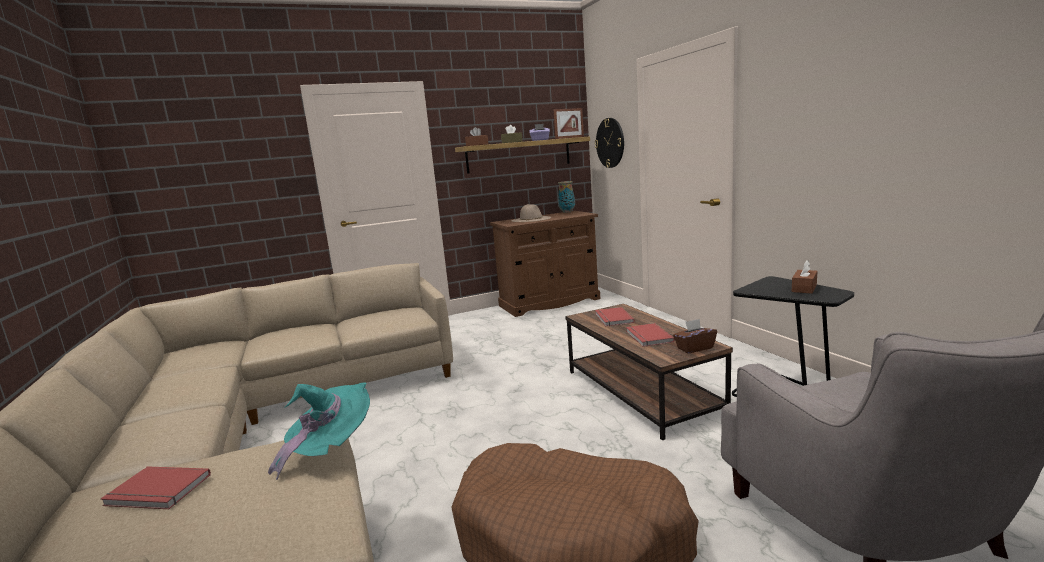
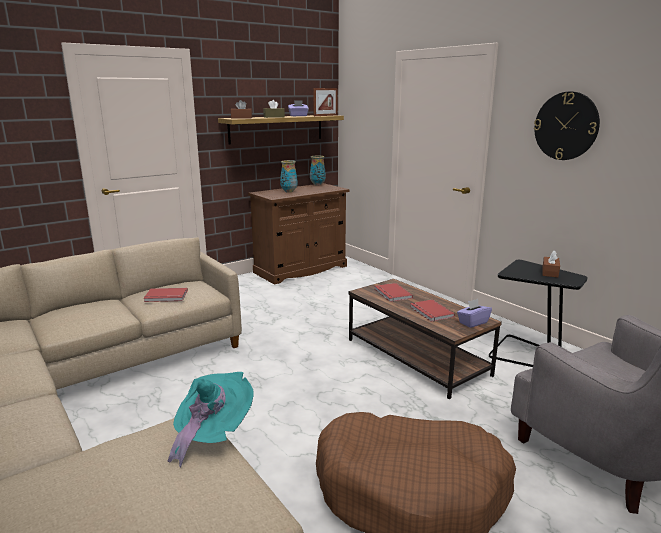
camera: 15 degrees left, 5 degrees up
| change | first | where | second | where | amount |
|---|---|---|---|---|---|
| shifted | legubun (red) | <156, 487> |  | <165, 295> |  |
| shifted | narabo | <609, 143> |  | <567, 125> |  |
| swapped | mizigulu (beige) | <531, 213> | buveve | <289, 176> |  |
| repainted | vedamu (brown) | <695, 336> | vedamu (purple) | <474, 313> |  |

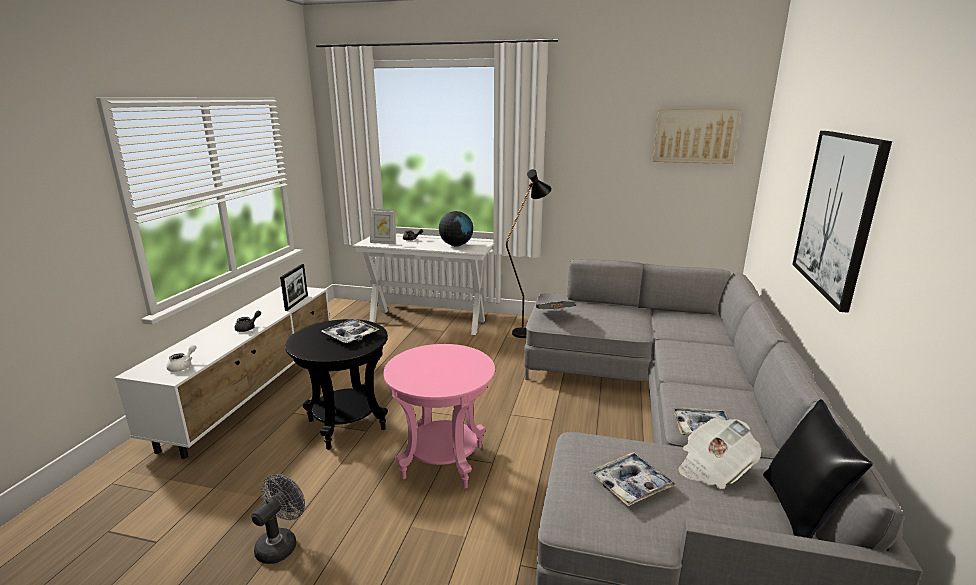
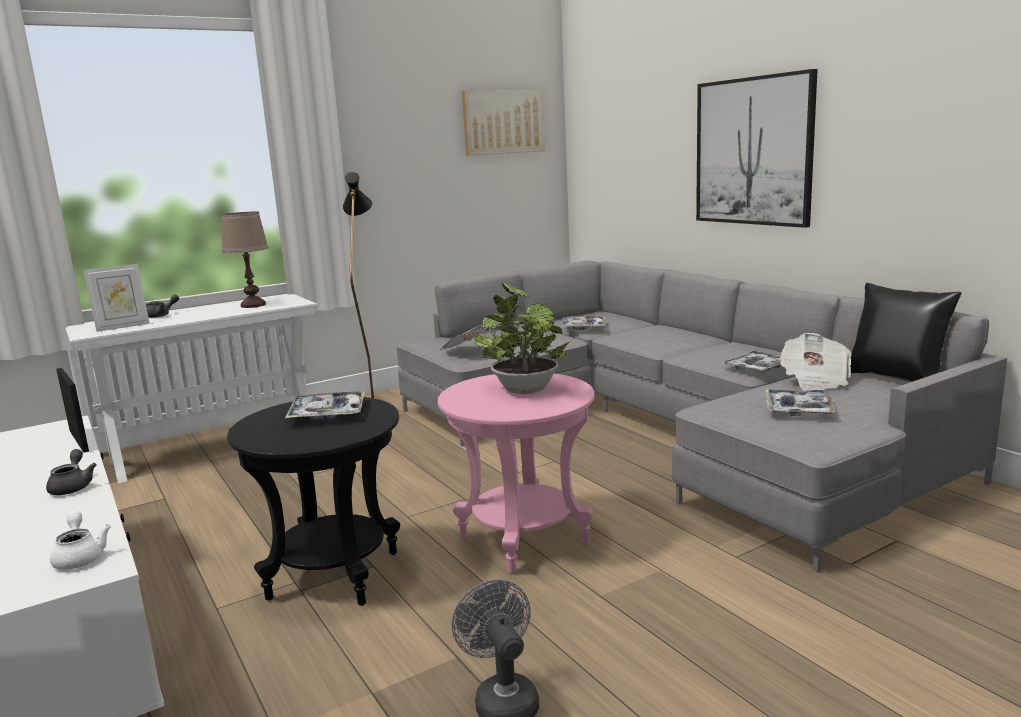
camera: 45 degrees left, 5 degrees down
| change | first | where | second | where | amount |
|---|---|---|---|---|---|
| new |  |  | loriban | <522, 338> |  |
| new |  |  | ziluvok | <583, 323> |  |
| swapped | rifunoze | <456, 228> | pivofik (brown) | <245, 259> |  |

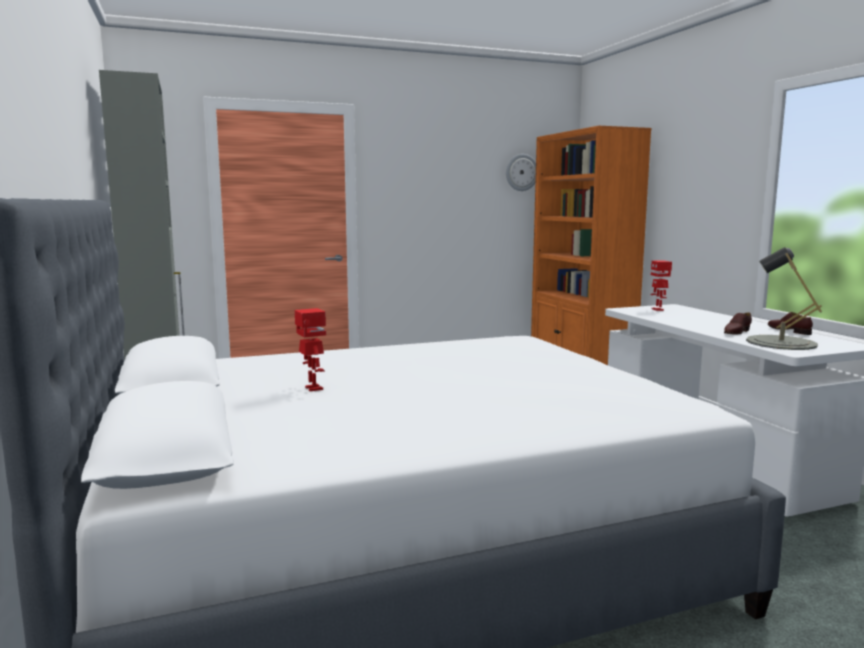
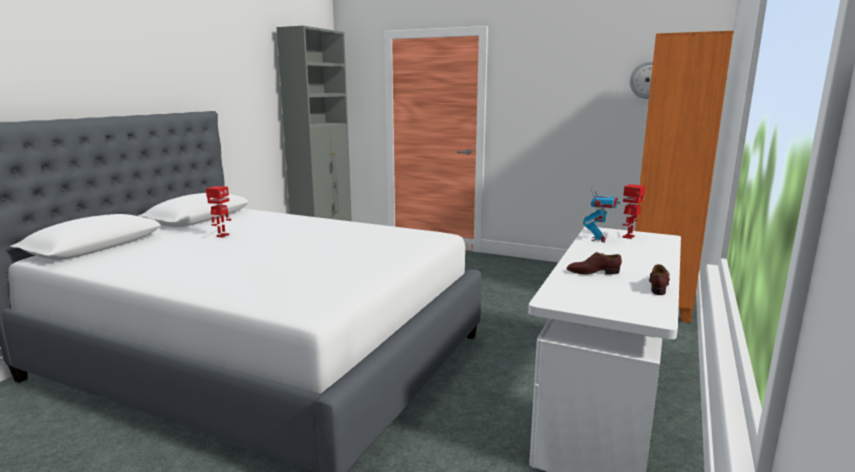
camera: 45 degrees right, 5 degrees up
| change | first | where | second | where | amount |
|---|---|---|---|---|---|
| gone | pivofik (grey) | <784, 298> |  |  |  |
| new |  |  | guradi | <601, 213> |  |

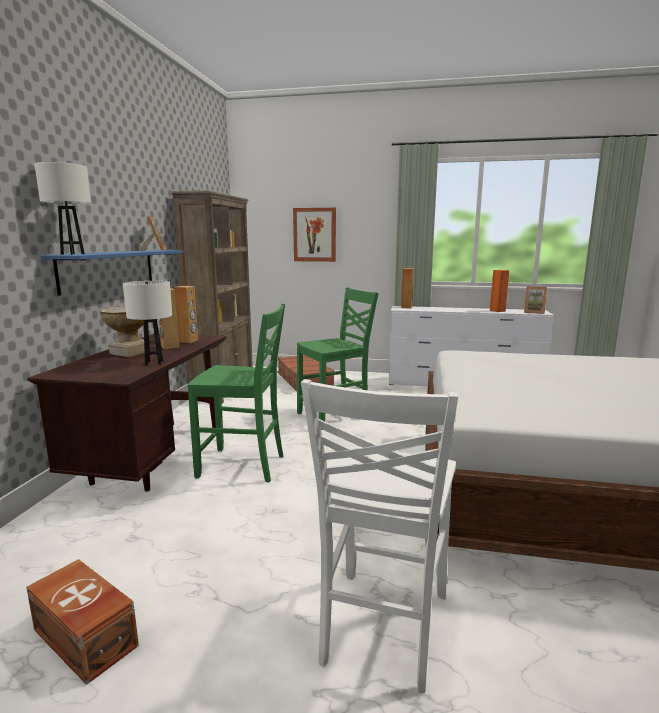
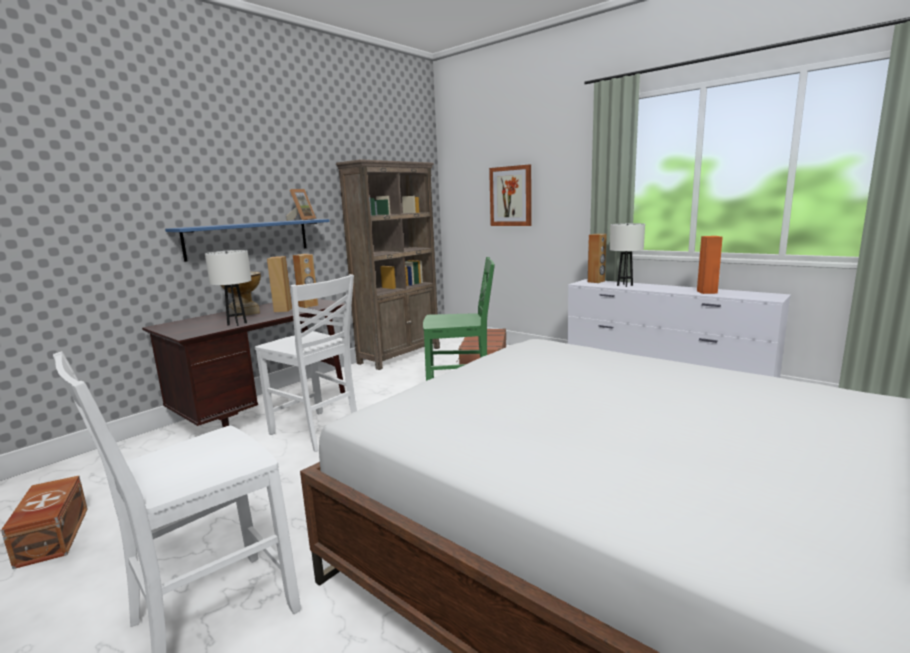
camera: 30 degrees right, 0 degrees up
| change | first | where | second | where | amount |
|---|---|---|---|---|---|
| gone | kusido | <535, 300> |  |  |  |
| shifted | pivofik (white) | <63, 208> |  | <627, 255> |  |
| repainted | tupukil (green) | <236, 393> | tupukil (white) | <306, 363> |  |

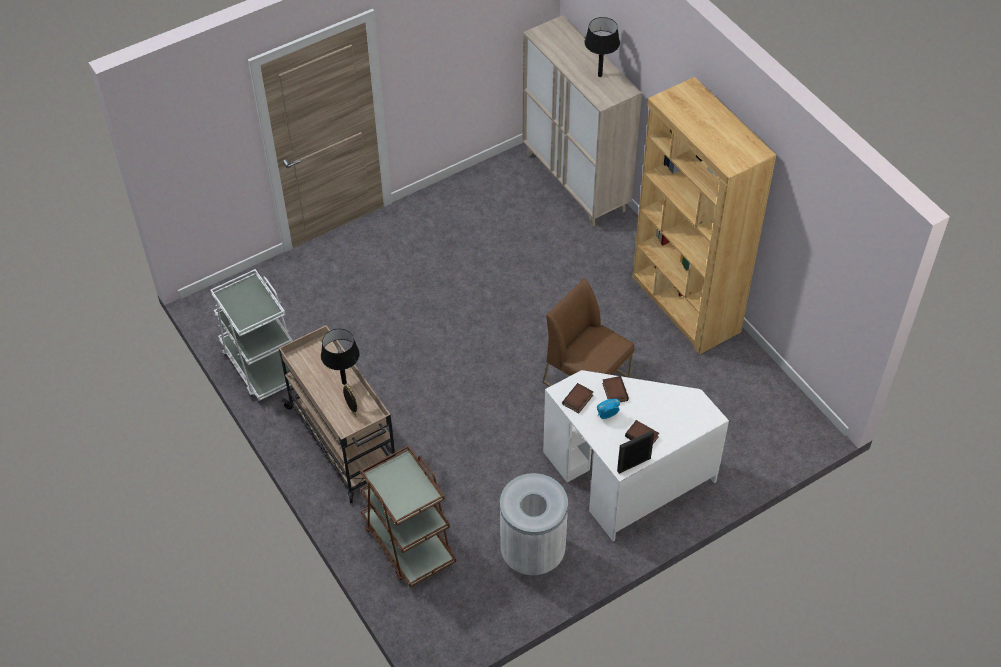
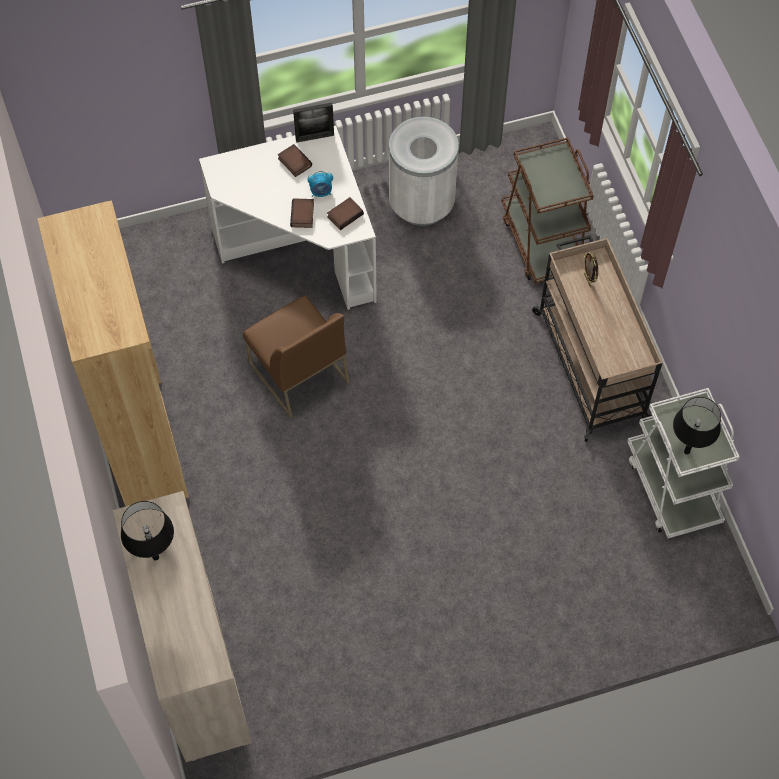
camera: 165 degrees left, 10 degrees up
| change | first | where | second | where | amount |
|---|---|---|---|---|---|
| shifted | pivofik (black) | <340, 357> |  | <697, 425> |  |

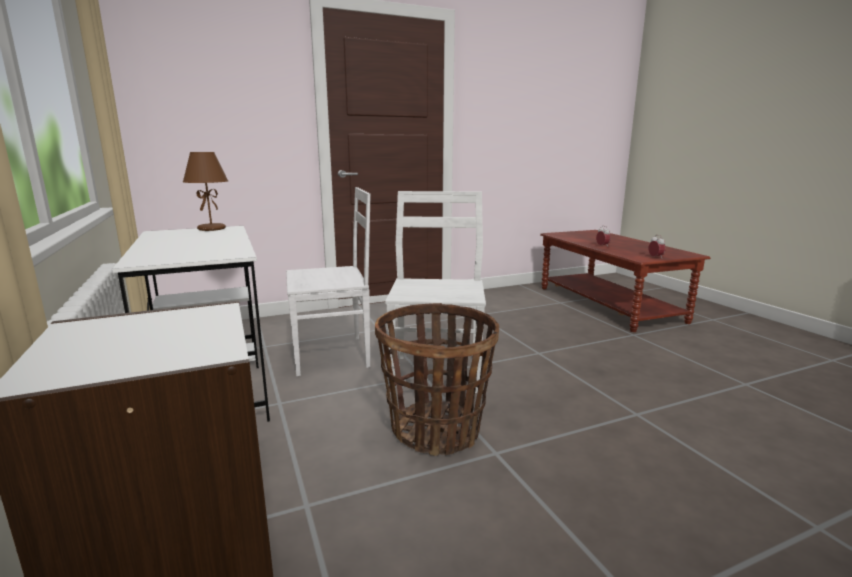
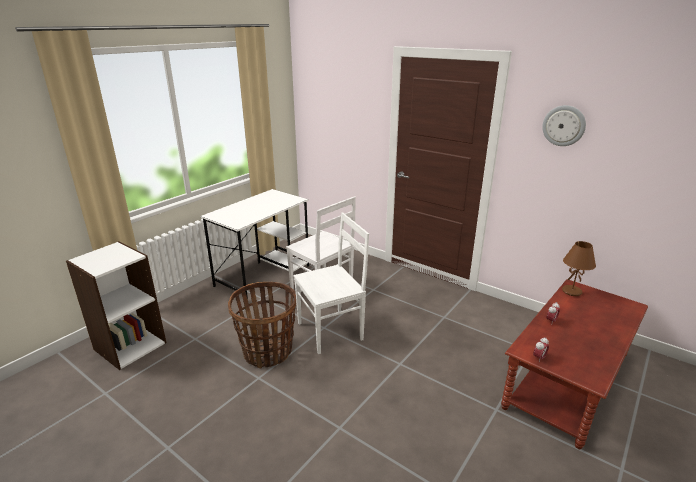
camera: 60 degrees right, 10 degrees up
| change | first | where | second | where | amount |
|---|---|---|---|---|---|
| new |  |  | narabo | <564, 125> |  |
| shifted | pivofik (brown) | <205, 191> |  | <579, 268> |  |

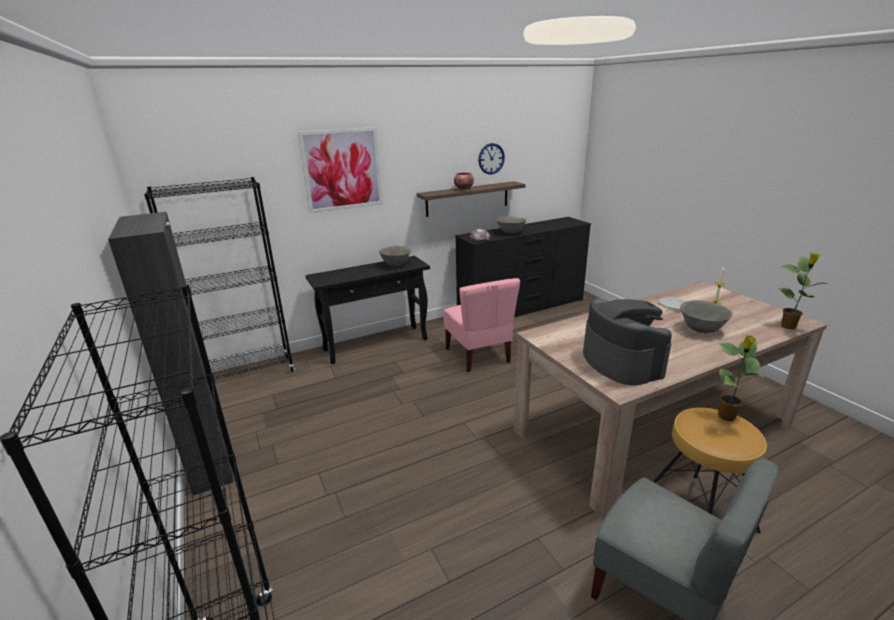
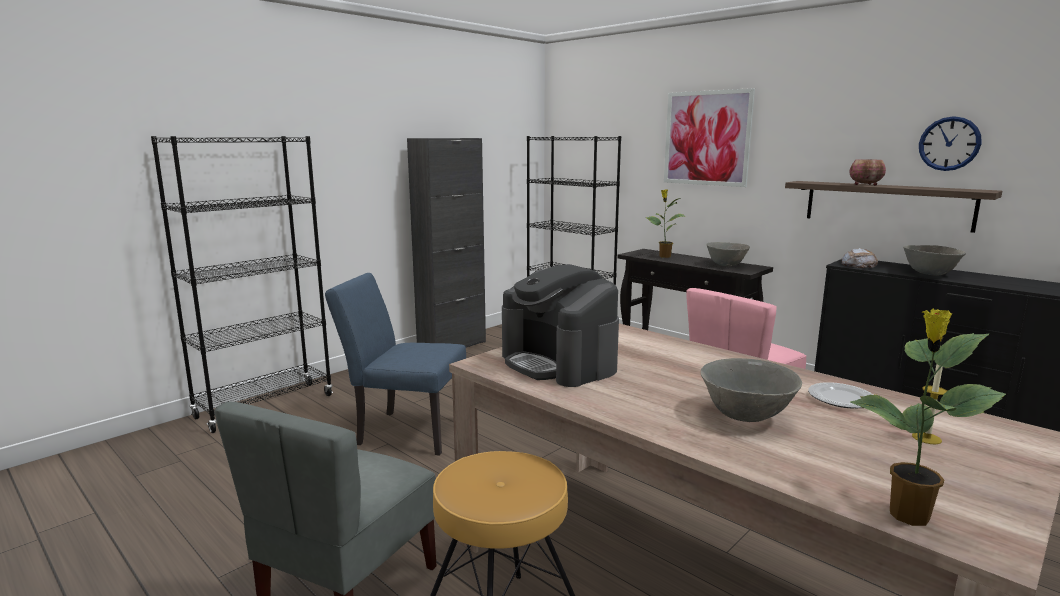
camera: 70 degrees right, 10 degrees down
| change | first | where | second | where | amount |
|---|---|---|---|---|---|
| new |  |  | tupukil (blue) | <395, 364> |  |
| shifted | loriban | <741, 378> |  | <664, 223> |  |
| rotated | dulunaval | <627, 341> |  | <560, 325> | 90 degrees clockwise |

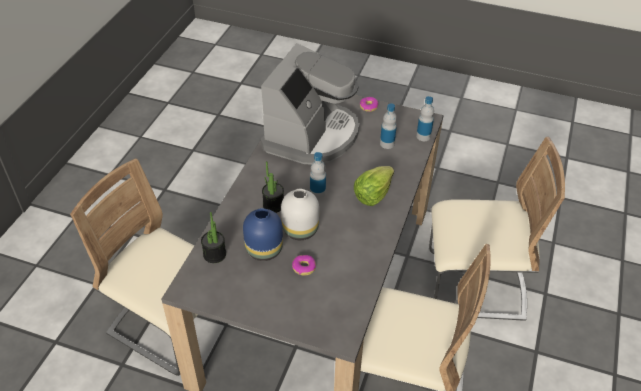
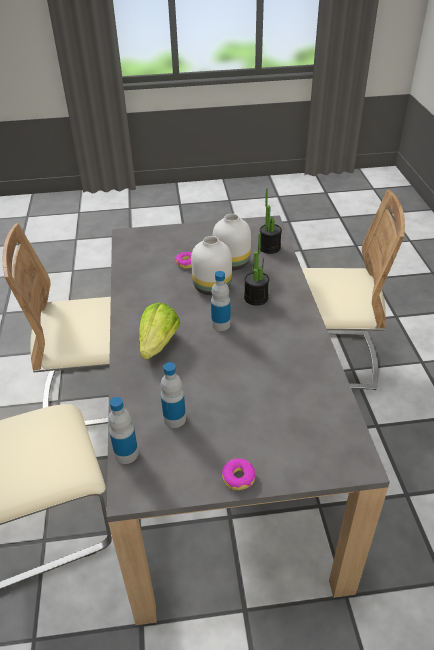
camera: 155 degrees right, 5 degrees down
| change | first | where | second | where | amount |
|---|---|---|---|---|---|
| gone | dulunaval | <310, 103> |  |  |  |
| repainted | buveve (blue) | <263, 234> | buveve (white) | <232, 242> |  |

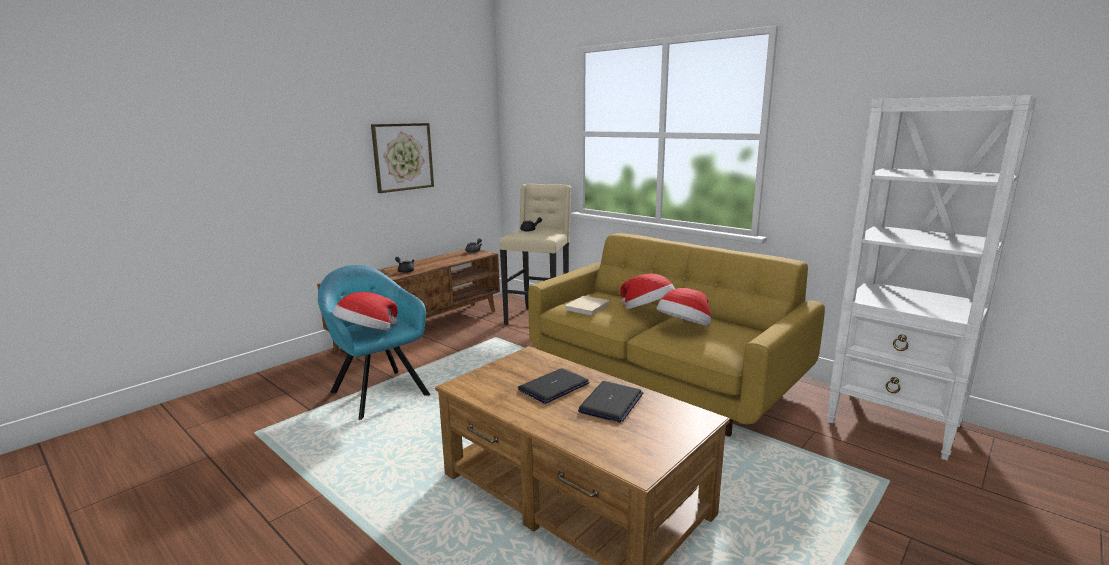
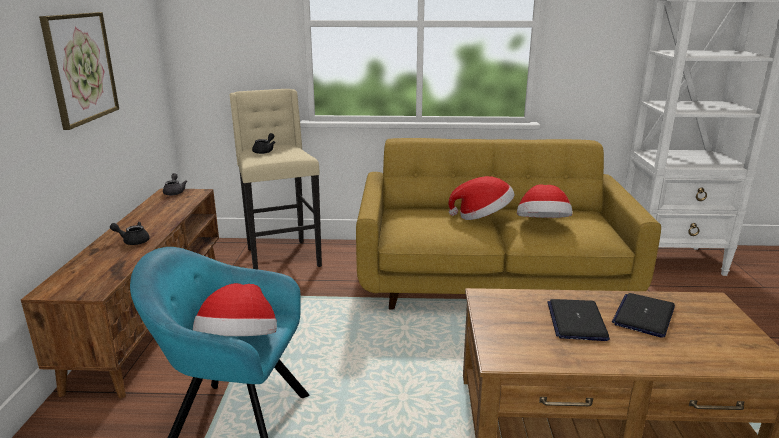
camera: 40 degrees left, 5 degrees up
| change | first | where | second | where | amount |
|---|---|---|---|---|---|
| gone | legubun (beige) | <587, 305> |  |  |  |
| rotated | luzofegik | <611, 402> |  | <643, 315> | 135 degrees counterclockwise |

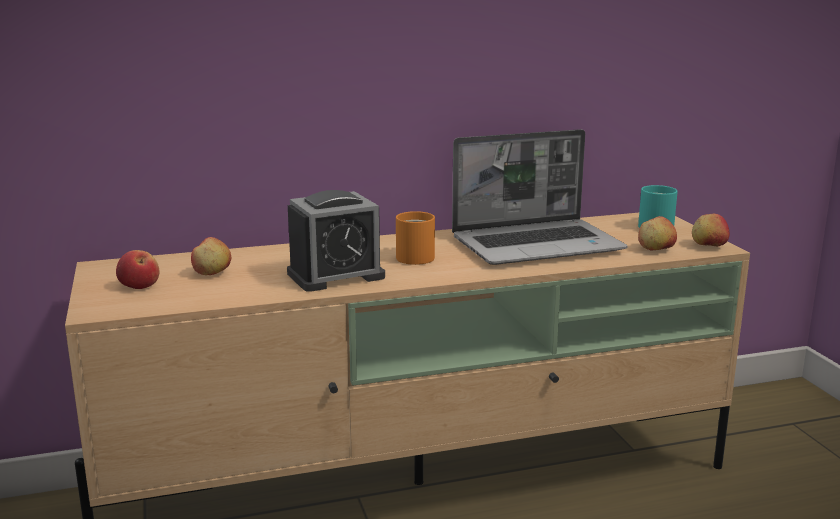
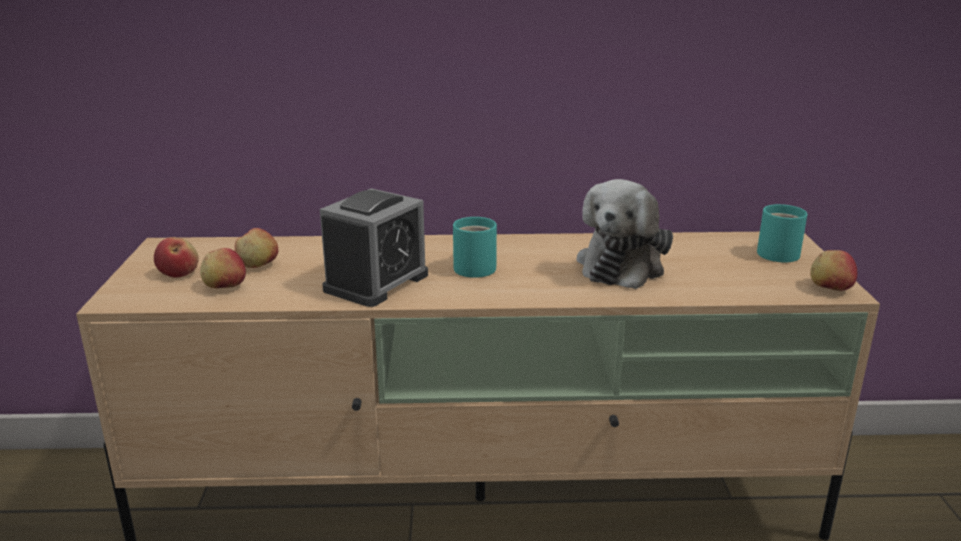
camera: 15 degrees right, 5 degrees up
| change | first | where | second | where | amount |
|---|---|---|---|---|---|
| shifted | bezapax | <657, 233> |  | <223, 268> |  |
| swapped | luzofegik | <540, 197> | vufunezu | <625, 234> |  |
| repainted | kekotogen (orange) | <415, 238> | kekotogen (turquoise) | <475, 247> |  |
| rotated | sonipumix | <336, 241> |  | <374, 247> | 45 degrees counterclockwise |

